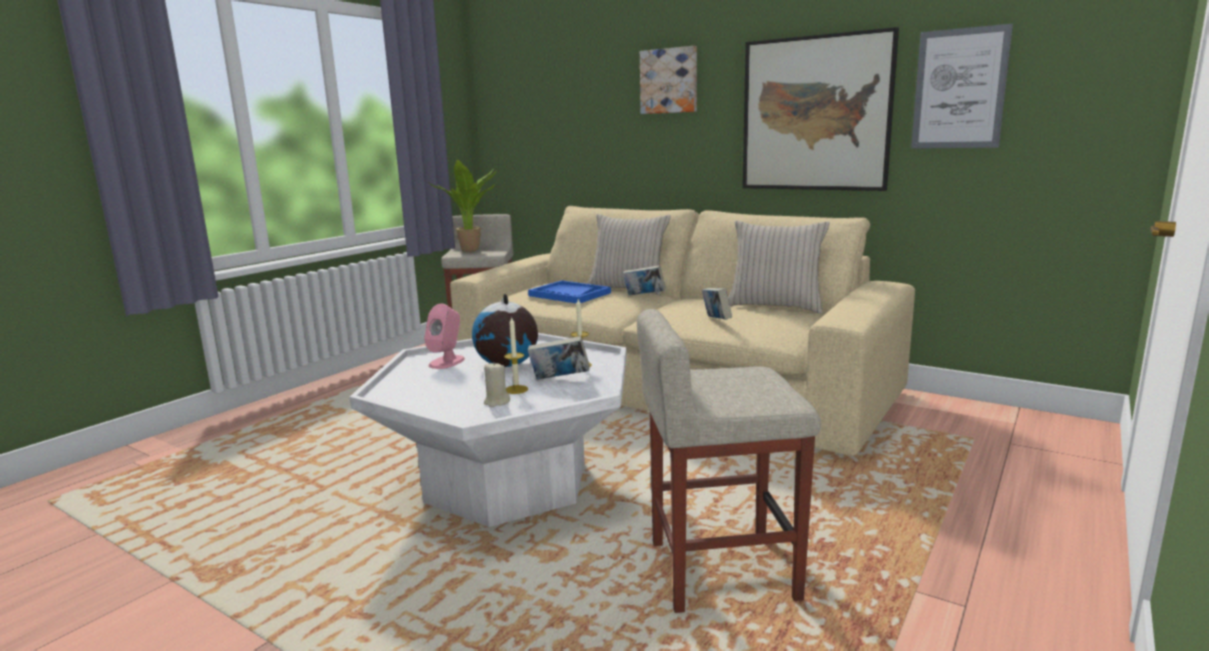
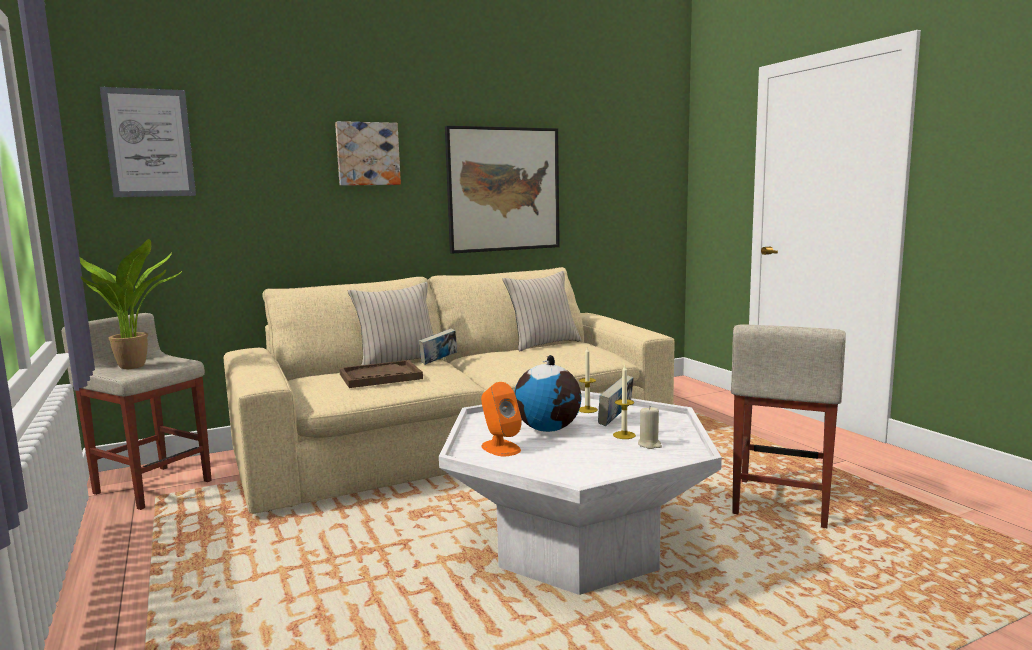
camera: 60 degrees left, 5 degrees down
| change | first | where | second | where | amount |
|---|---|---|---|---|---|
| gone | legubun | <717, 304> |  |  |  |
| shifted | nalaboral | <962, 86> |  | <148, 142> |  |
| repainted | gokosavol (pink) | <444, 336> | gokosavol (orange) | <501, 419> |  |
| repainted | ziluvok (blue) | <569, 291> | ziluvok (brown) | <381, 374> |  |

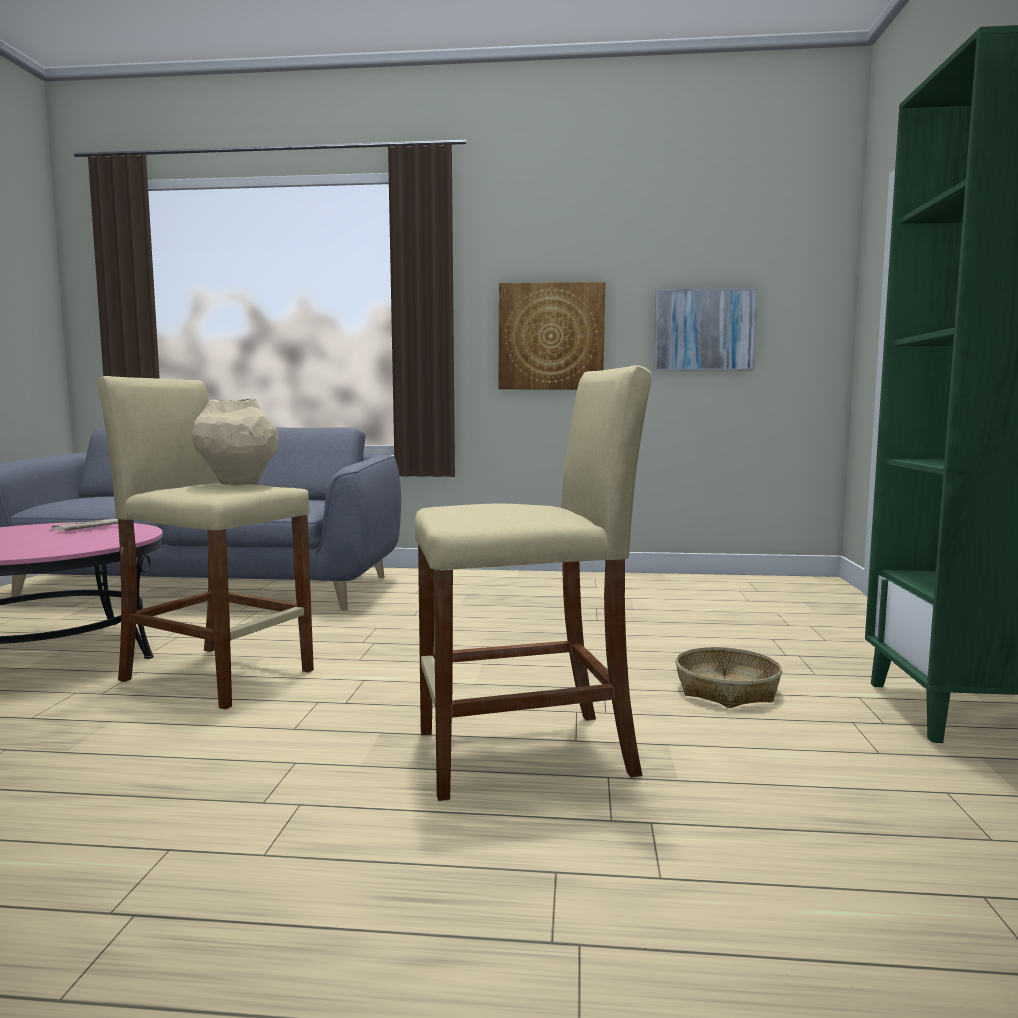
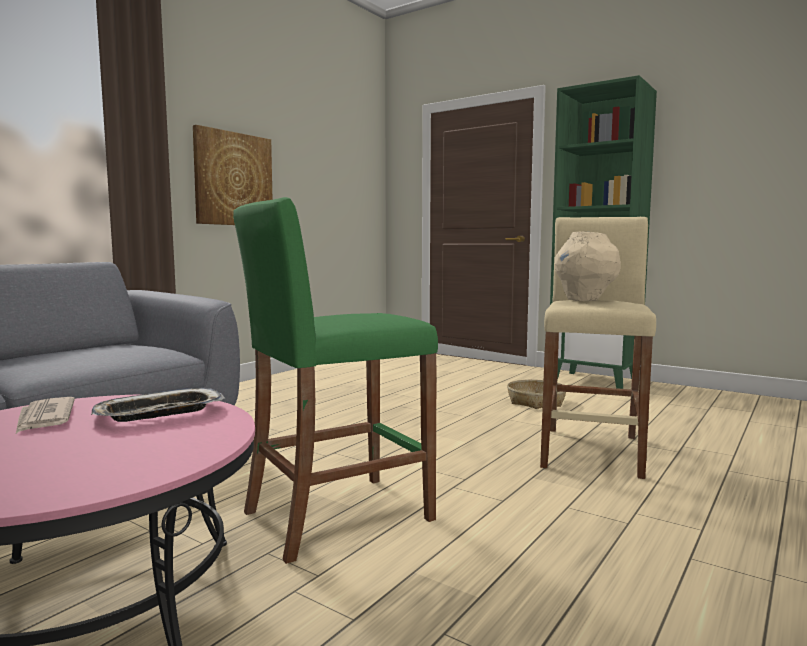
camera: 60 degrees left, 0 degrees up
| change | first | where | second | where | amount |
|---|---|---|---|---|---|
| gone | nalaboral | <706, 329> |  |  |  |
| new |  |  | ziluvok | <158, 405> |  |
| shifted | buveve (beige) | <235, 441> |  | <588, 266> |  |
| repainted | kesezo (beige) | <205, 542> | kesezo (green) | <335, 380> |  |

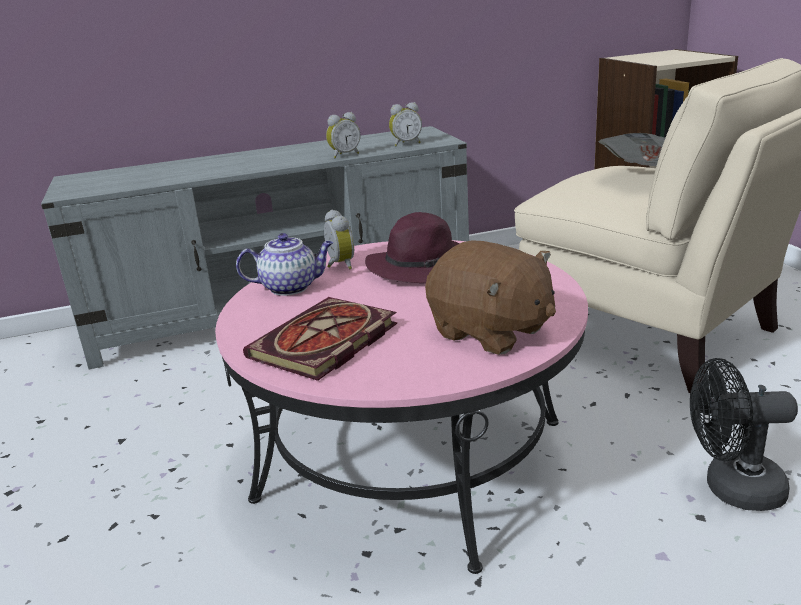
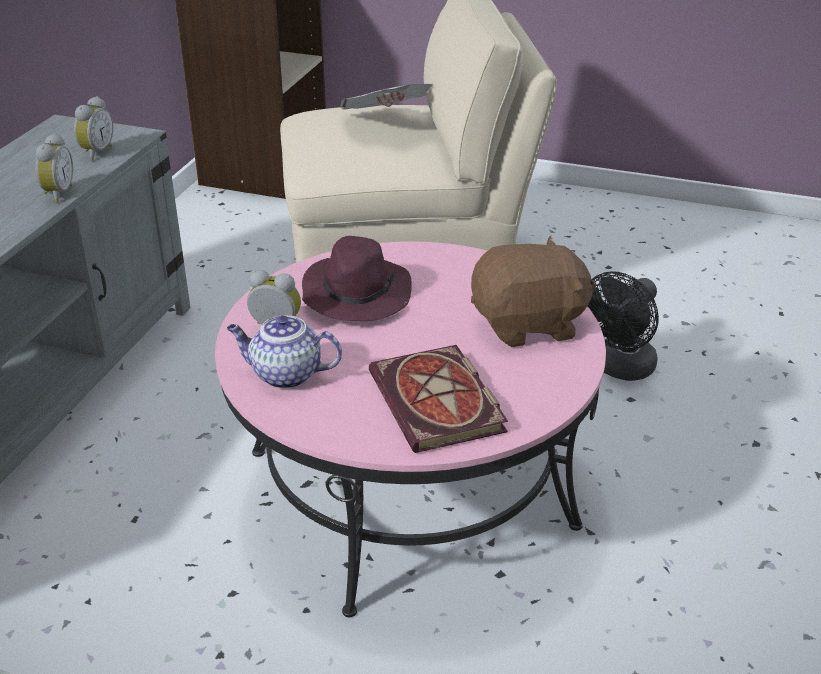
camera: 55 degrees left, 10 degrees up
| change | first | where | second | where | amount |
|---|---|---|---|---|---|
| rotated | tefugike | <284, 264> |  | <284, 352> | 105 degrees counterclockwise |

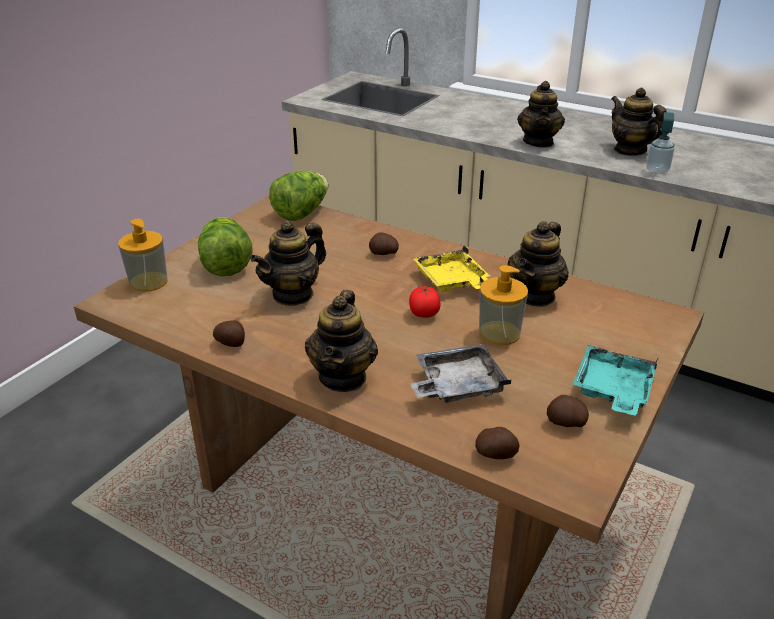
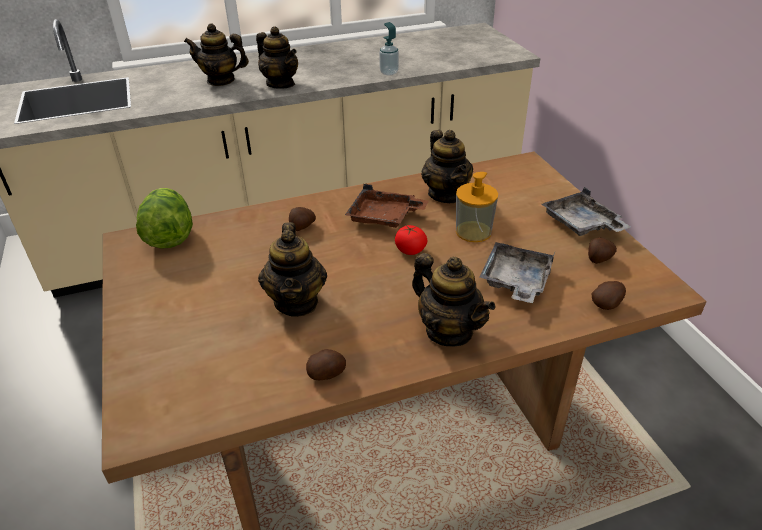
camera: 50 degrees left, 5 degrees up
| change | first | where | second | where | amount |
|---|---|---|---|---|---|
| gone | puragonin | <143, 255> |  |  |  |
| gone | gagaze | <225, 246> |  |  |  |
| shifted | tefugike | <639, 122> |  | <216, 54> |  |
| repainted | ziluvok (yellow) | <451, 268> | ziluvok (brown) | <387, 206> |  |
| repainted | ziluvok (turquoise) | <616, 380> | ziluvok (grey) | <586, 211> |  |

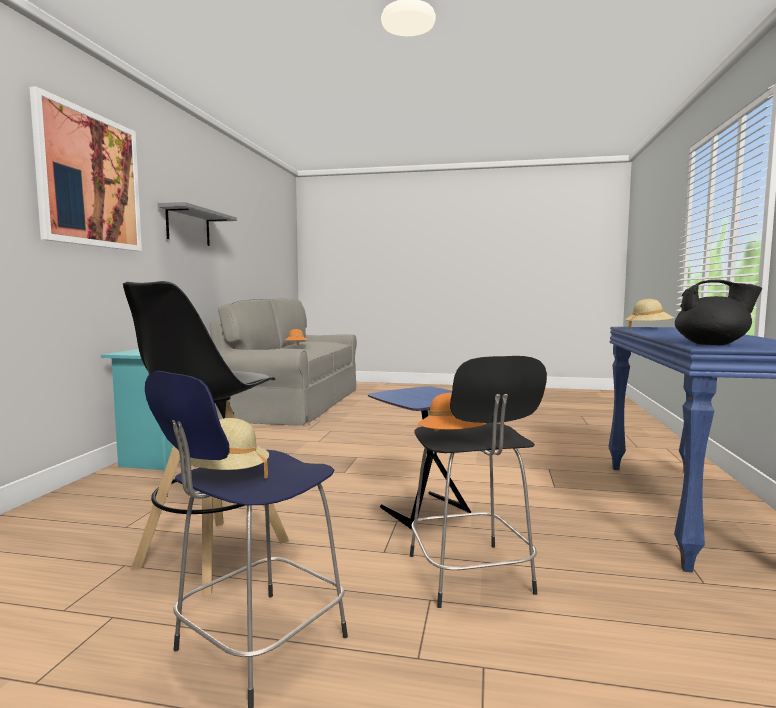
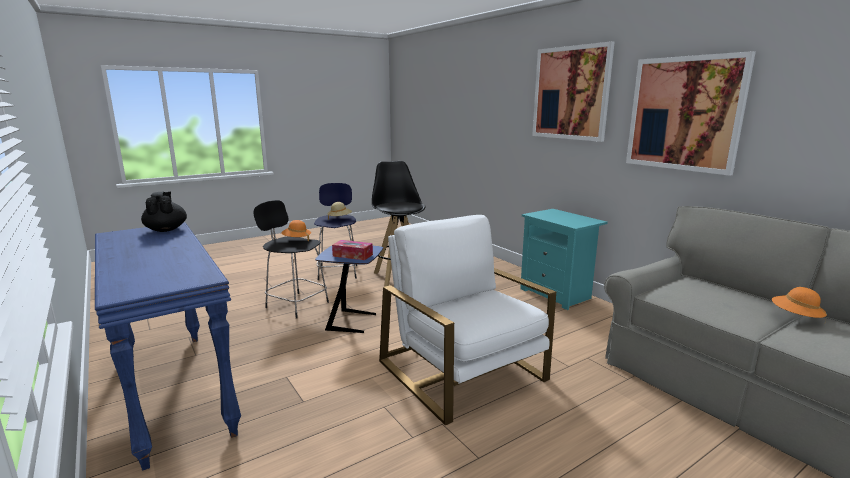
camera: 135 degrees right, 10 degrees up
| change | first | where | second | where | amount |
|---|---|---|---|---|---|
| gone | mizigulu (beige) | <649, 314> |  |  |  |
| new |  |  | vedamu | <352, 250> |  |
| new |  |  | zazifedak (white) | <467, 320> |  |
| swapped | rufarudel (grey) | <197, 224> | nalaboral | <691, 113> |  |
| rotated | tefugike (black) | <718, 312> |  | <164, 212> | 90 degrees clockwise |

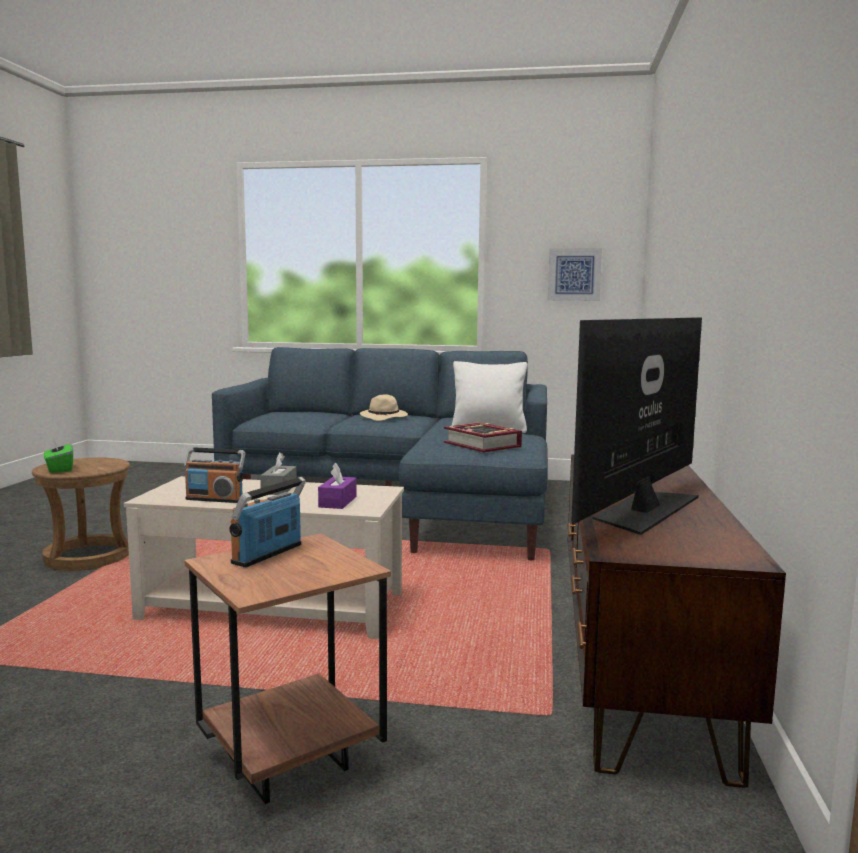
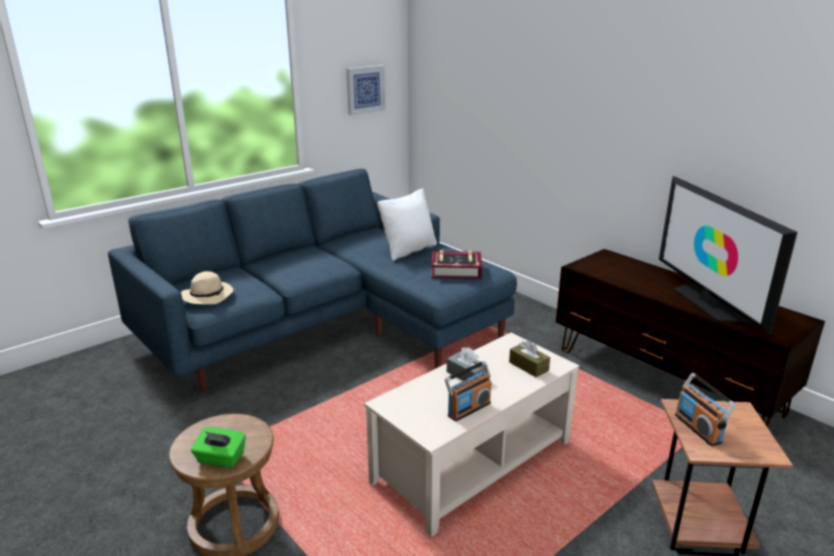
camera: 50 degrees left, 15 degrees up
| change | first | where | second | where | amount |
|---|---|---|---|---|---|
| shifted | mizigulu (beige) | <384, 407> |  | <207, 288> |  |
| repainted | vedamu (purple) | <337, 486> | vedamu (brown) | <529, 358> |  |

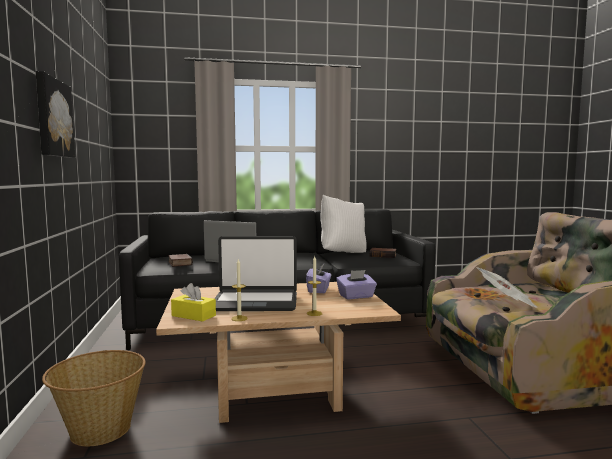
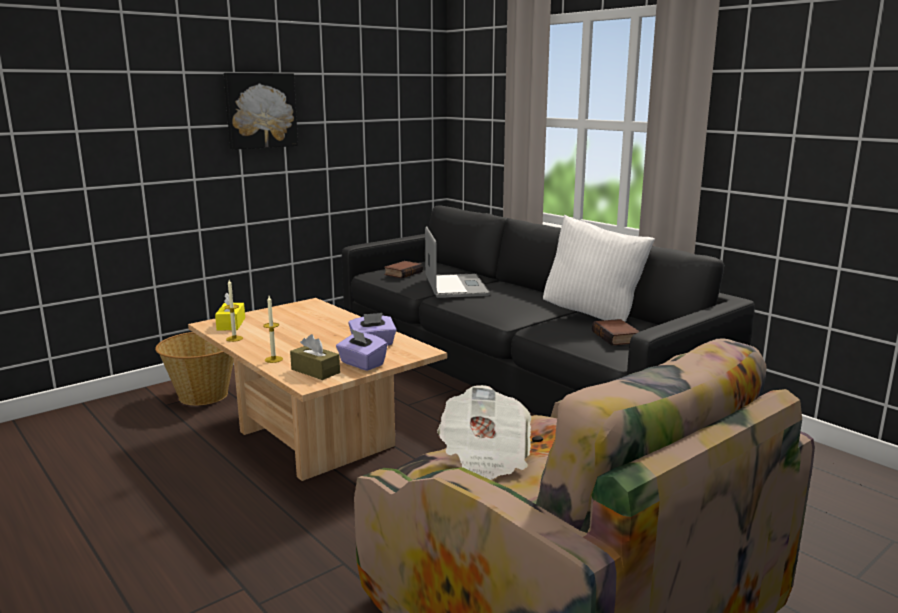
camera: 60 degrees right, 10 degrees up
| change | first | where | second | where | amount |
|---|---|---|---|---|---|
| gone | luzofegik | <255, 273> |  |  |  |
| new |  |  | vedamu (brown) | <315, 357> |  |

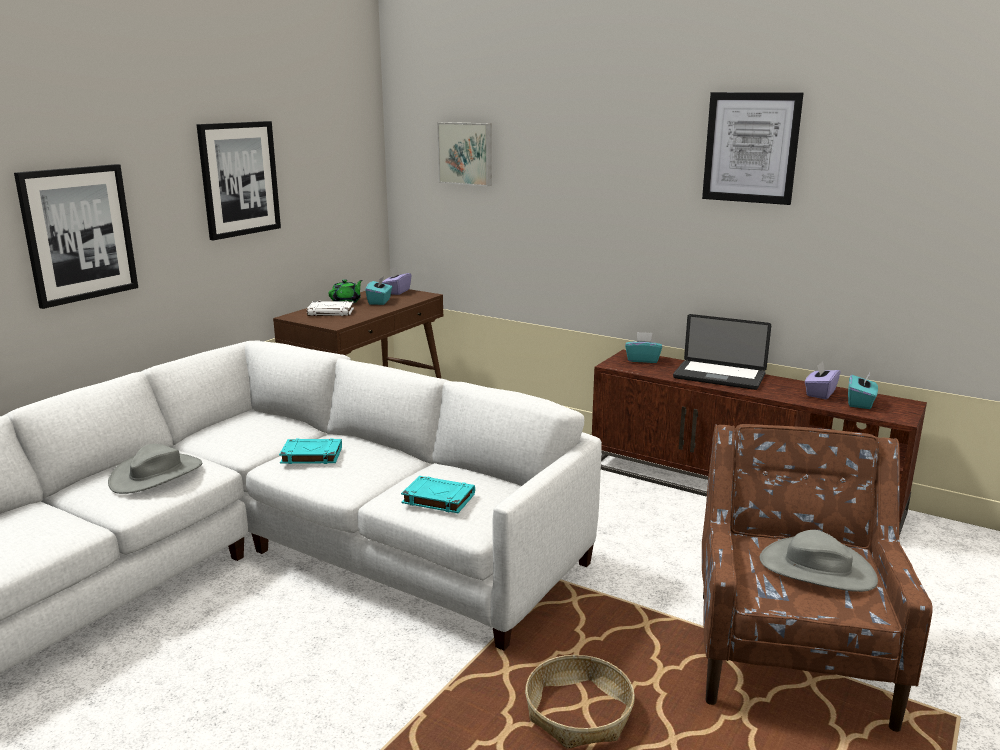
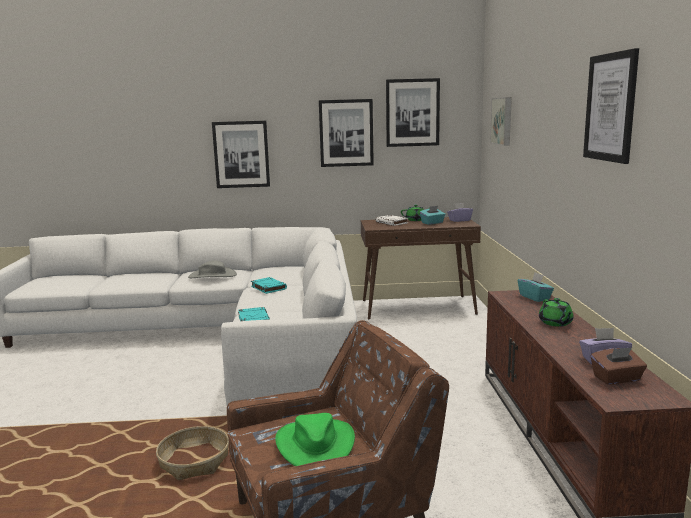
camera: 55 degrees right, 5 degrees down
| change | first | where | second | where | amount |
|---|---|---|---|---|---|
| new |  |  | nalaboral | <413, 112> |  |
| swapped | luzofegik | <722, 352> | tefugike (green) | <556, 312> |  |
| repainted | mizigulu (grey) | <818, 561> | mizigulu (green) | <315, 439> |  |
| repainted | vedamu (turquoise) | <863, 391> | vedamu (brown) | <619, 366> |  |

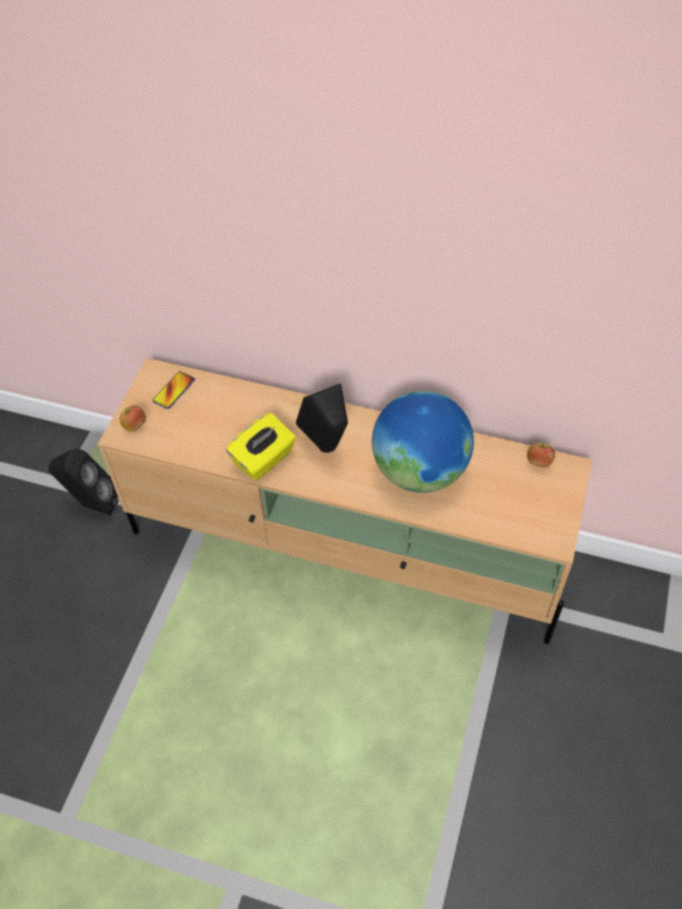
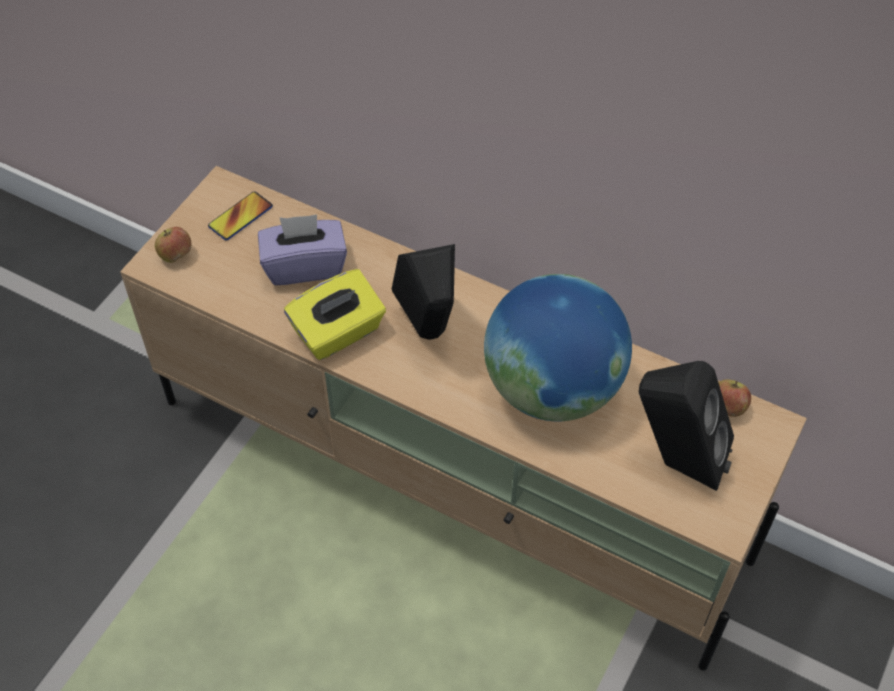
camera: 10 degrees right, 0 degrees up
| change | first | where | second | where | amount |
|---|---|---|---|---|---|
| new |  |  | vedamu (purple) | <302, 249> |  |
| shifted | gokosavol (black) | <83, 482> |  | <686, 426> |  |

